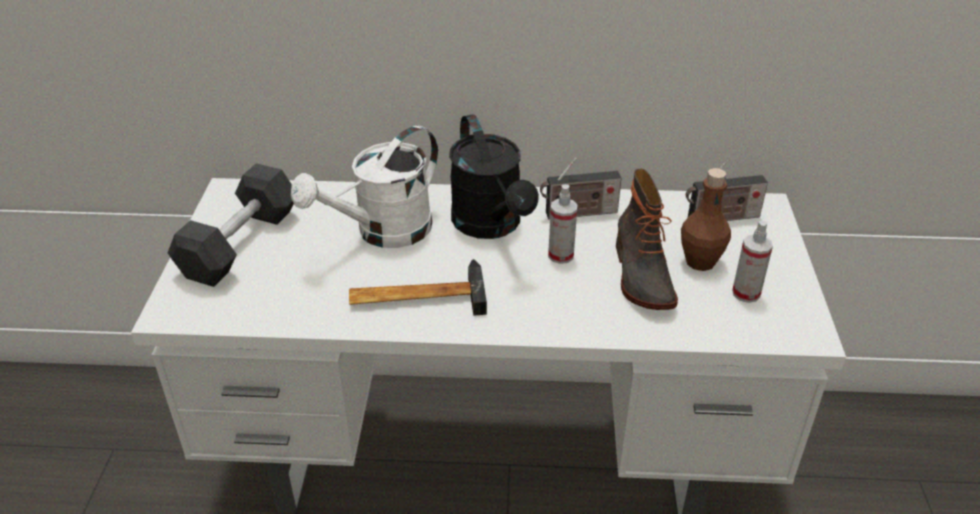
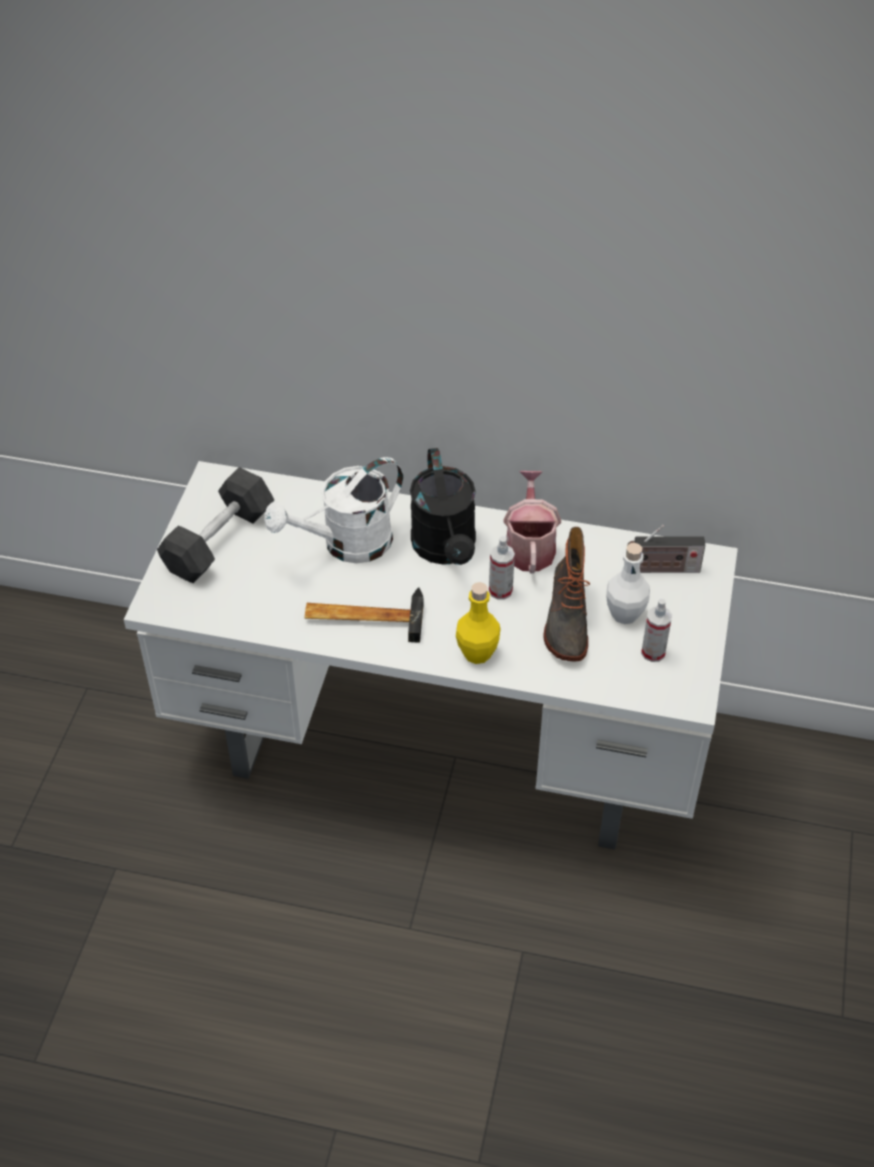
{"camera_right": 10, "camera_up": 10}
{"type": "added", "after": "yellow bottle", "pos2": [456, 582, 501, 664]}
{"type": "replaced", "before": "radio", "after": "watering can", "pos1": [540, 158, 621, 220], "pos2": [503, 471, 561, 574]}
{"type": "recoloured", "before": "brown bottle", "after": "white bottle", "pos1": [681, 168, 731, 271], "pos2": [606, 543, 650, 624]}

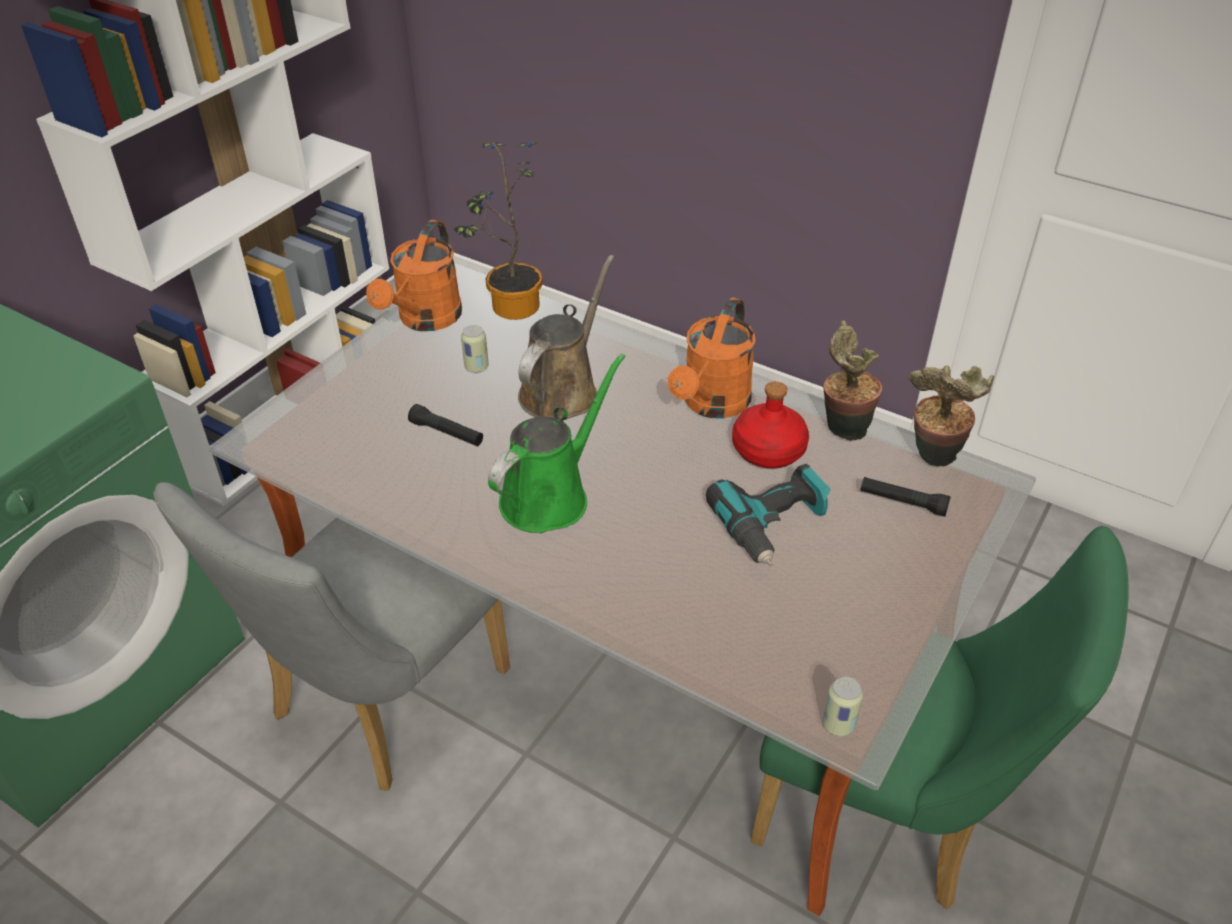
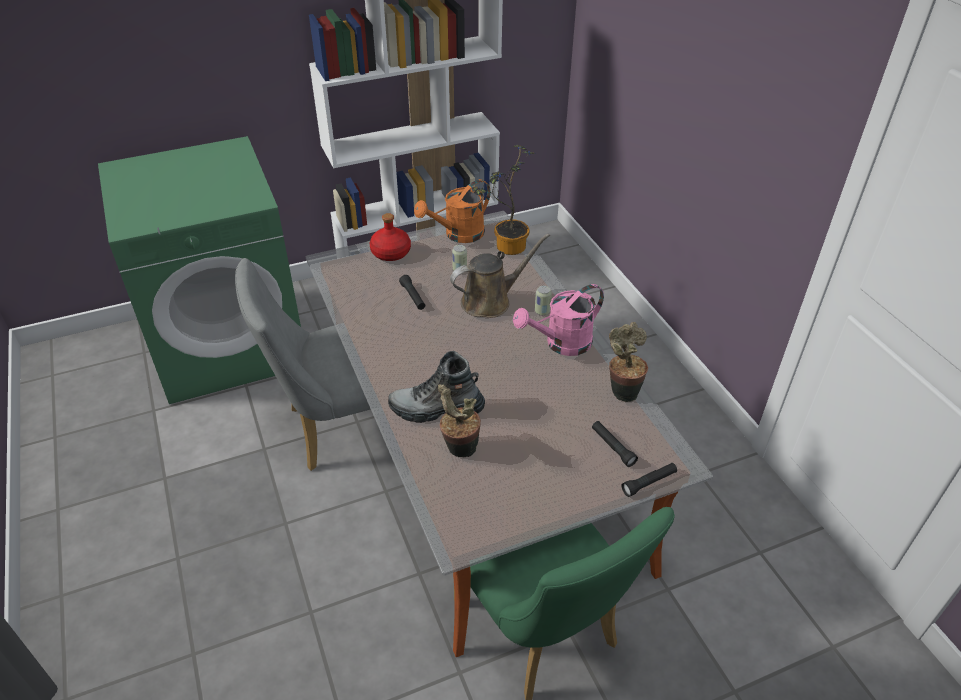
{"camera_right": 35, "camera_up": 0}
{"type": "removed", "before": "green watering can", "pos1": [488, 353, 626, 533]}
{"type": "removed", "before": "power drill", "pos1": [706, 464, 831, 566]}
{"type": "added", "after": "boot", "pos2": [388, 351, 485, 423]}
{"type": "added", "after": "black flashlight", "pos2": [622, 463, 677, 497]}
{"type": "moved", "before": "red bottle", "pos1": [732, 382, 809, 469], "pos2": [370, 213, 411, 261]}
{"type": "moved", "before": "can", "pos1": [823, 677, 863, 736], "pos2": [535, 286, 552, 315]}
{"type": "moved", "before": "potted plant", "pos1": [908, 365, 994, 467], "pos2": [438, 384, 481, 457]}
{"type": "recoloured", "before": "orange watering can", "after": "pink watering can", "pos1": [668, 297, 755, 418], "pos2": [513, 284, 604, 356]}

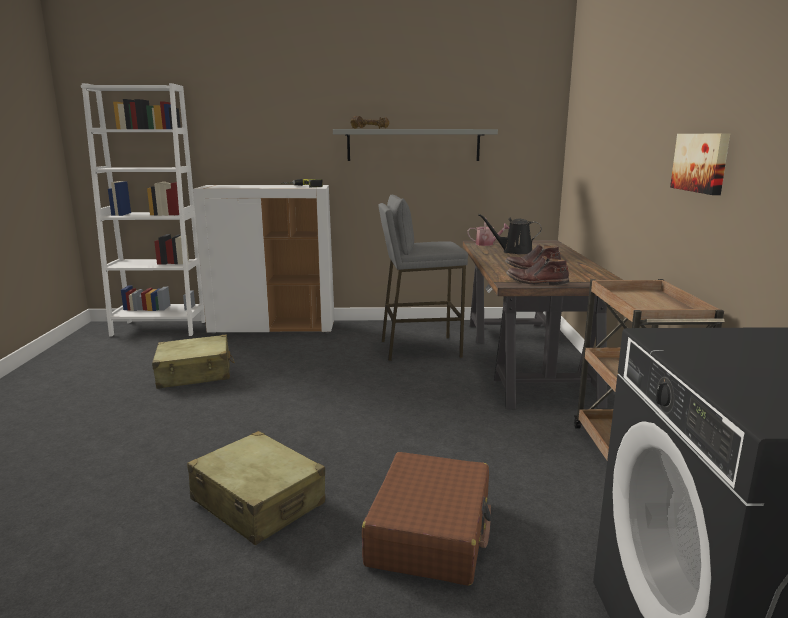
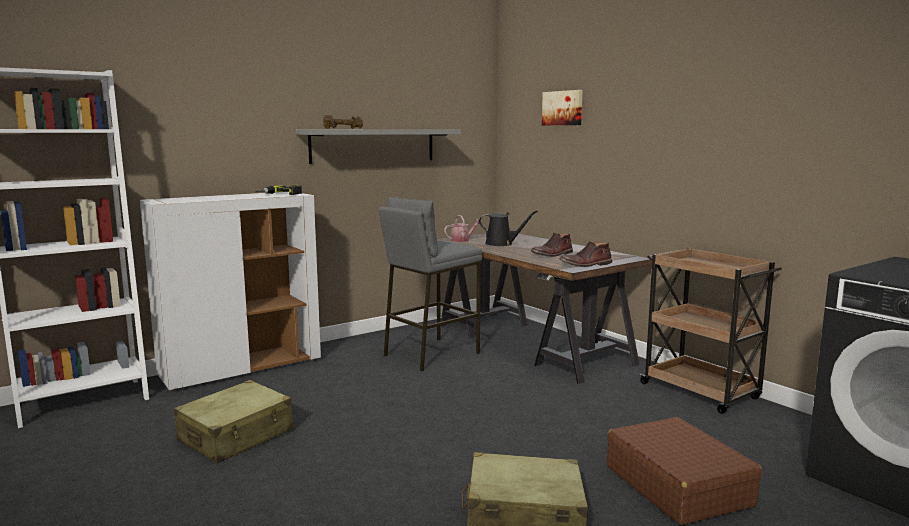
{"camera_right": -35, "camera_up": -5}
{"type": "moved", "before": "picture", "pos1": [670, 133, 730, 195], "pos2": [542, 90, 583, 125]}
{"type": "turned", "before": "black watering can", "pos1": [478, 214, 542, 254], "pos2": [479, 211, 538, 246], "turn": -135}

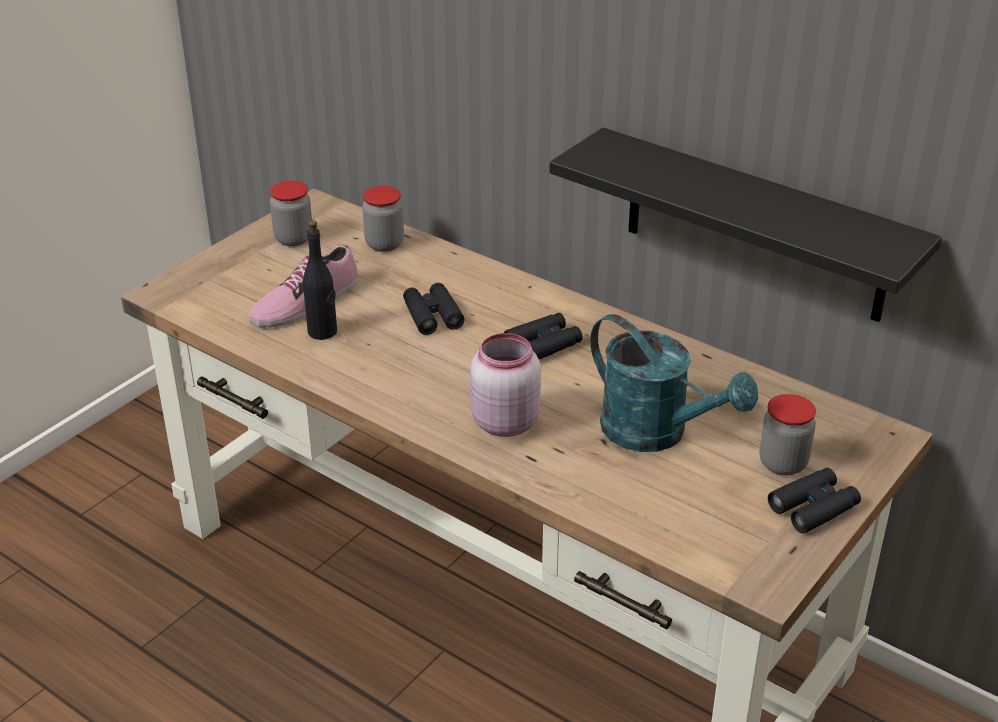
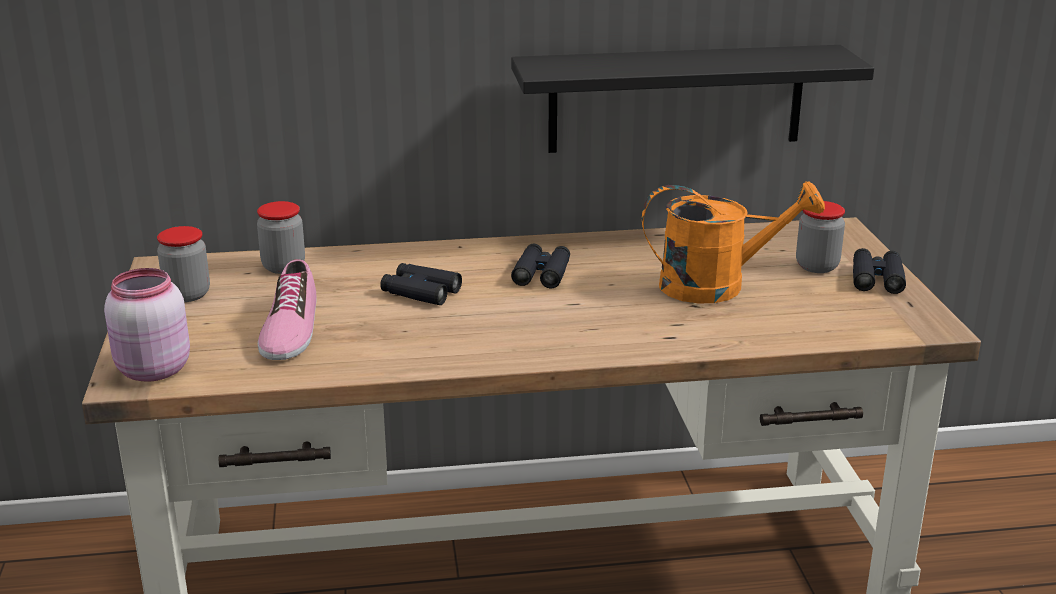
{"camera_right": -45, "camera_up": -10}
{"type": "removed", "before": "black bottle", "pos1": [303, 220, 337, 340]}
{"type": "moved", "before": "pink jar", "pos1": [470, 333, 541, 437], "pos2": [104, 268, 190, 382]}
{"type": "recoloured", "before": "turquoise watering can", "after": "orange watering can", "pos1": [590, 314, 758, 452], "pos2": [642, 181, 825, 303]}

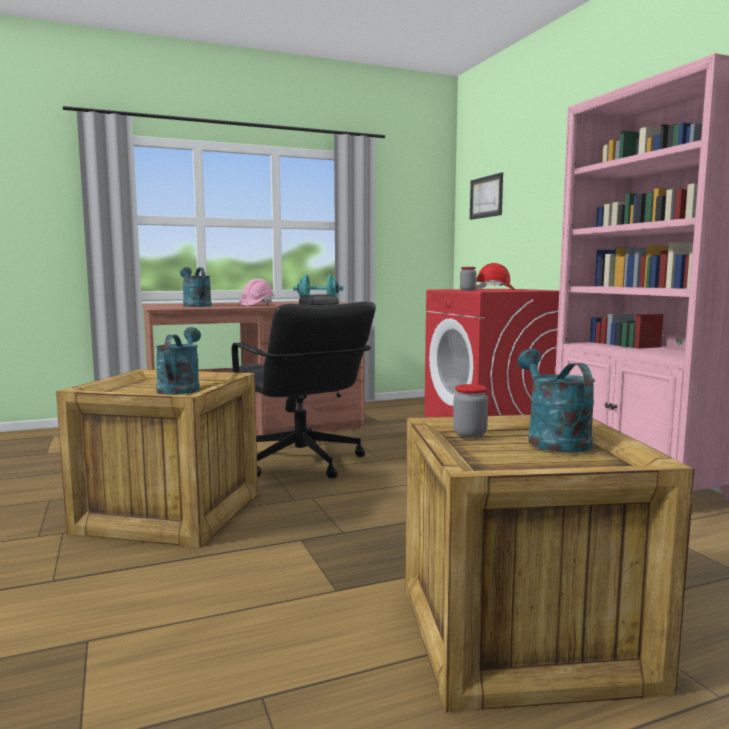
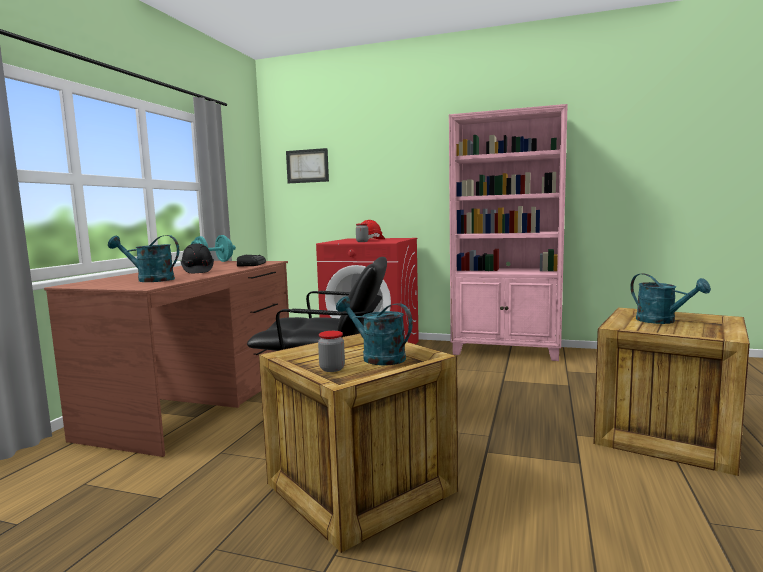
{"camera_right": -50, "camera_up": 0}
{"type": "moved", "before": "jar", "pos1": [453, 384, 488, 438], "pos2": [318, 331, 345, 372]}
{"type": "recoloured", "before": "pink hard hat", "after": "black hard hat", "pos1": [239, 278, 274, 305], "pos2": [180, 243, 214, 273]}
{"type": "turned", "before": "turquoise watering can", "pos1": [517, 349, 595, 453], "pos2": [630, 273, 711, 324], "turn": -150}

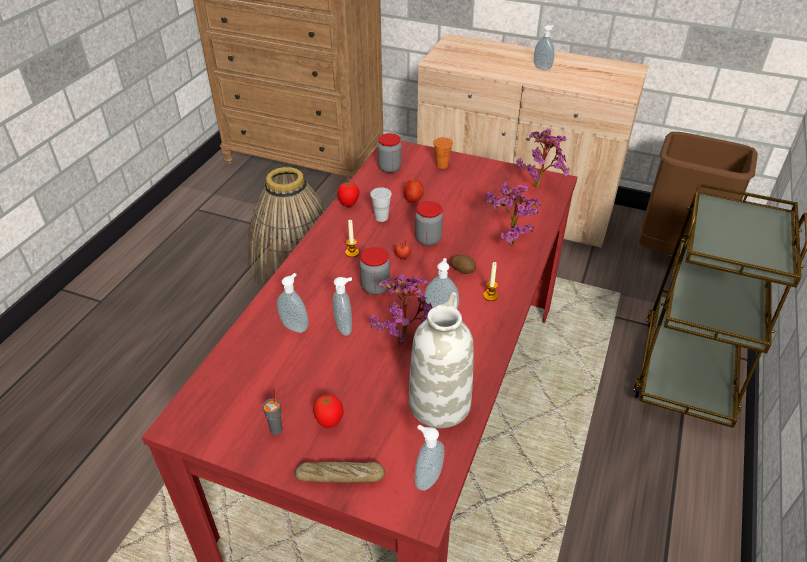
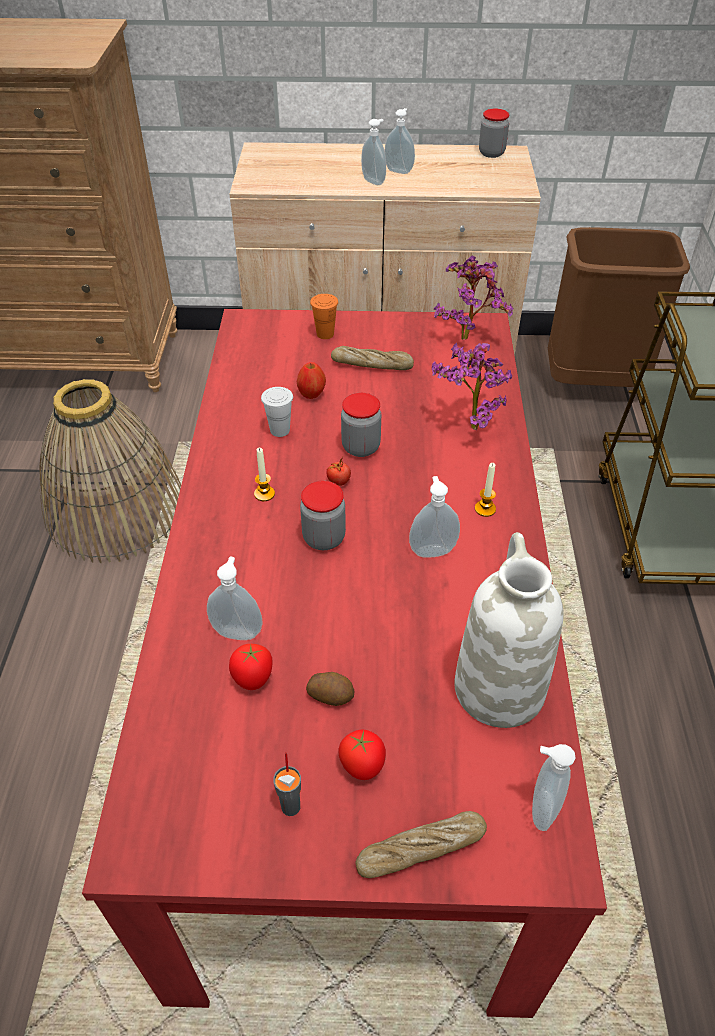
{"camera_right": -20, "camera_up": 5}
{"type": "removed", "before": "potted plant", "pos1": [370, 275, 432, 344]}
{"type": "added", "after": "bread", "pos2": [331, 346, 414, 370]}
{"type": "moved", "before": "soap dispenser", "pos1": [333, 277, 352, 336], "pos2": [361, 119, 386, 185]}
{"type": "moved", "before": "tomato", "pos1": [337, 182, 359, 207], "pos2": [229, 644, 273, 690]}
{"type": "moved", "before": "jar", "pos1": [377, 133, 402, 173], "pos2": [479, 109, 509, 158]}
{"type": "moved", "before": "potato", "pos1": [451, 255, 476, 274], "pos2": [306, 672, 355, 706]}

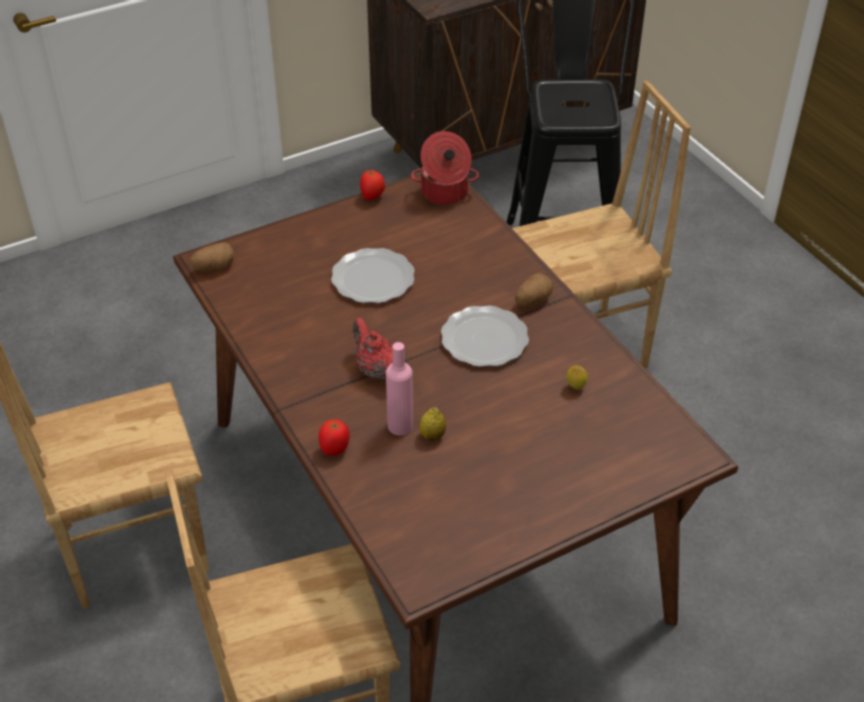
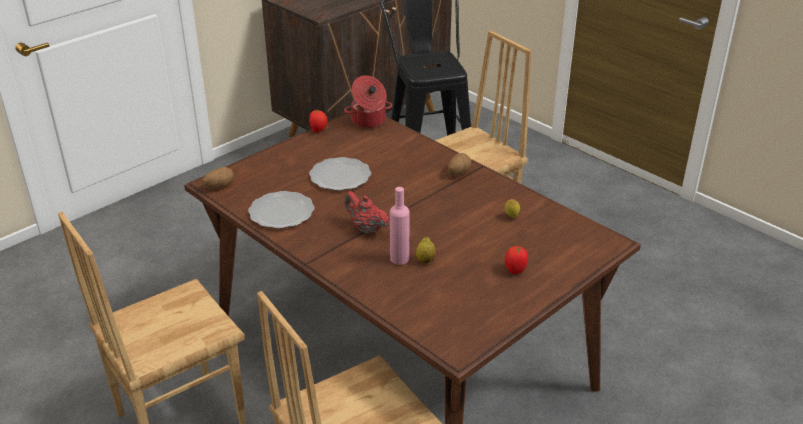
{"camera_right": -15, "camera_up": -10}
{"type": "moved", "before": "tomato", "pos1": [319, 419, 350, 456], "pos2": [505, 246, 528, 274]}
{"type": "moved", "before": "plate", "pos1": [441, 306, 529, 367], "pos2": [248, 191, 315, 229]}

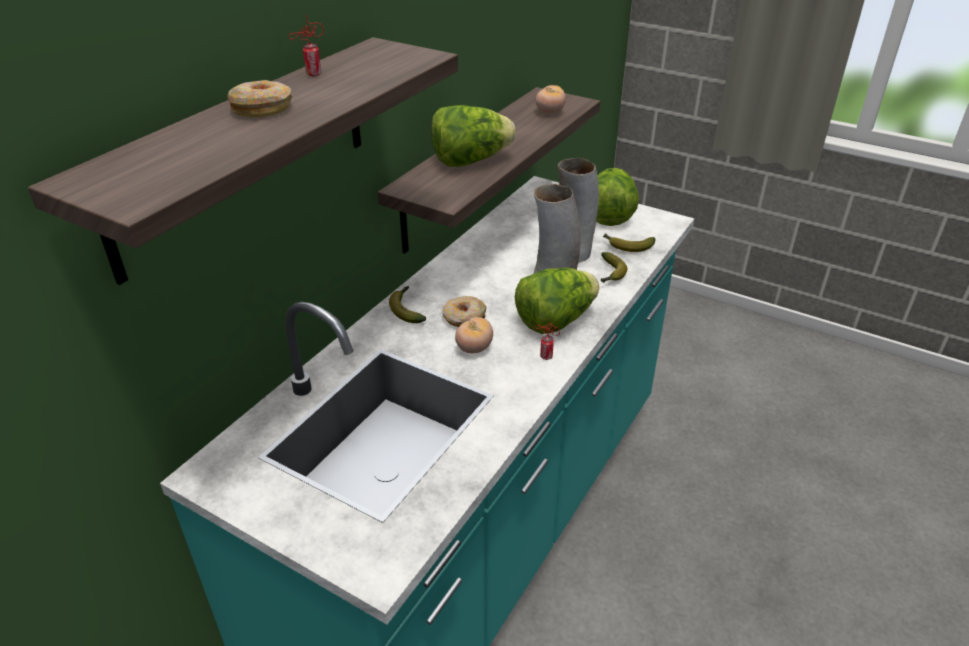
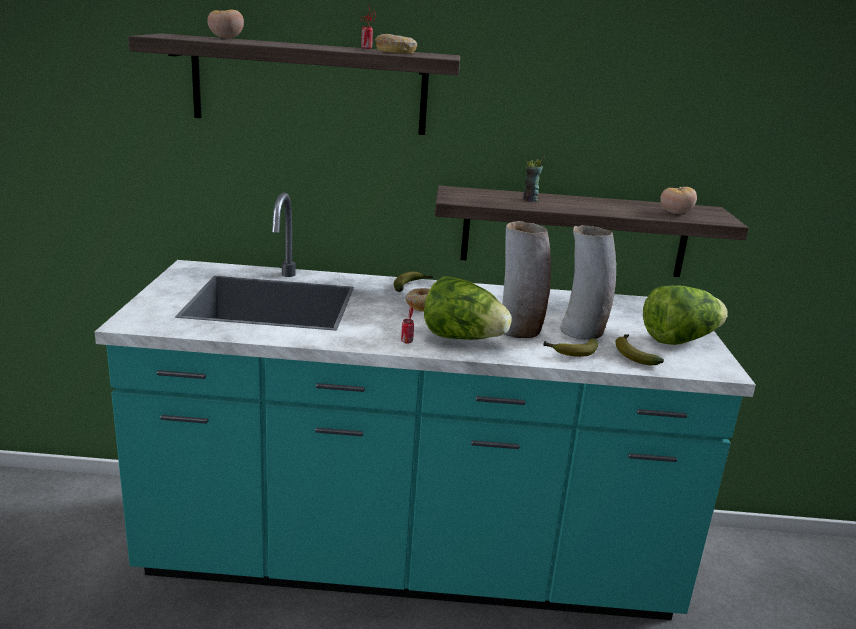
{"camera_right": 60, "camera_up": -15}
{"type": "moved", "before": "donut", "pos1": [227, 80, 292, 117], "pos2": [375, 34, 417, 54]}
{"type": "moved", "before": "tomato", "pos1": [455, 317, 493, 353], "pos2": [207, 10, 244, 39]}
{"type": "replaced", "before": "lettuce", "after": "cup", "pos1": [431, 105, 516, 167], "pos2": [523, 154, 545, 202]}

